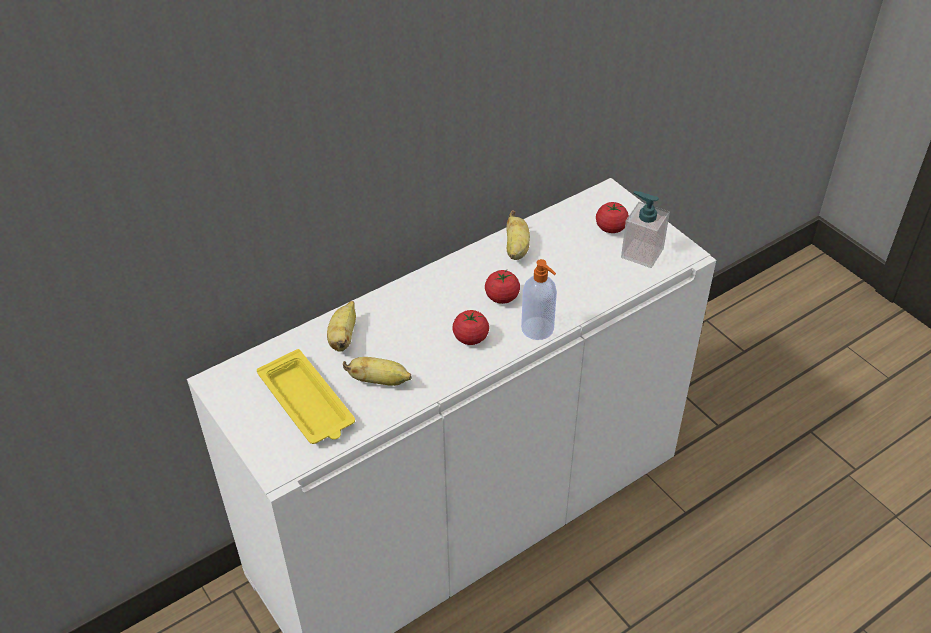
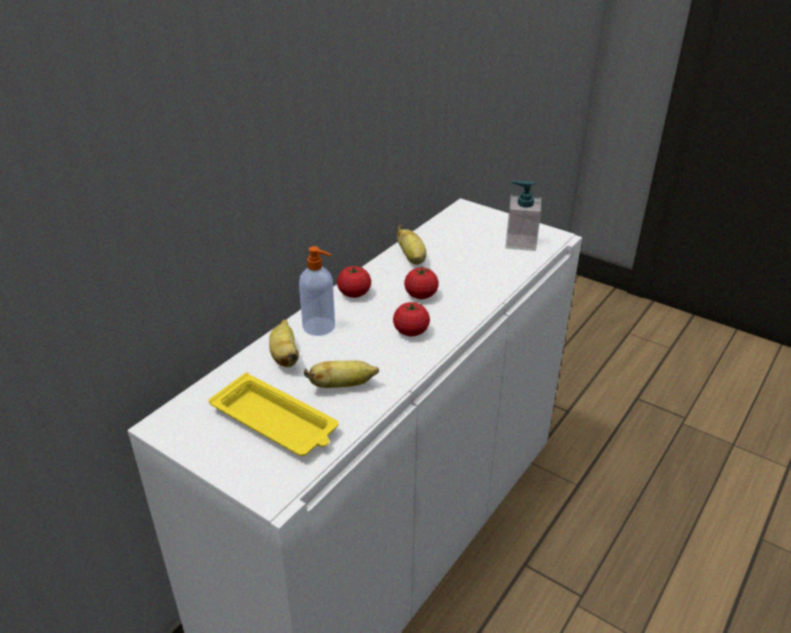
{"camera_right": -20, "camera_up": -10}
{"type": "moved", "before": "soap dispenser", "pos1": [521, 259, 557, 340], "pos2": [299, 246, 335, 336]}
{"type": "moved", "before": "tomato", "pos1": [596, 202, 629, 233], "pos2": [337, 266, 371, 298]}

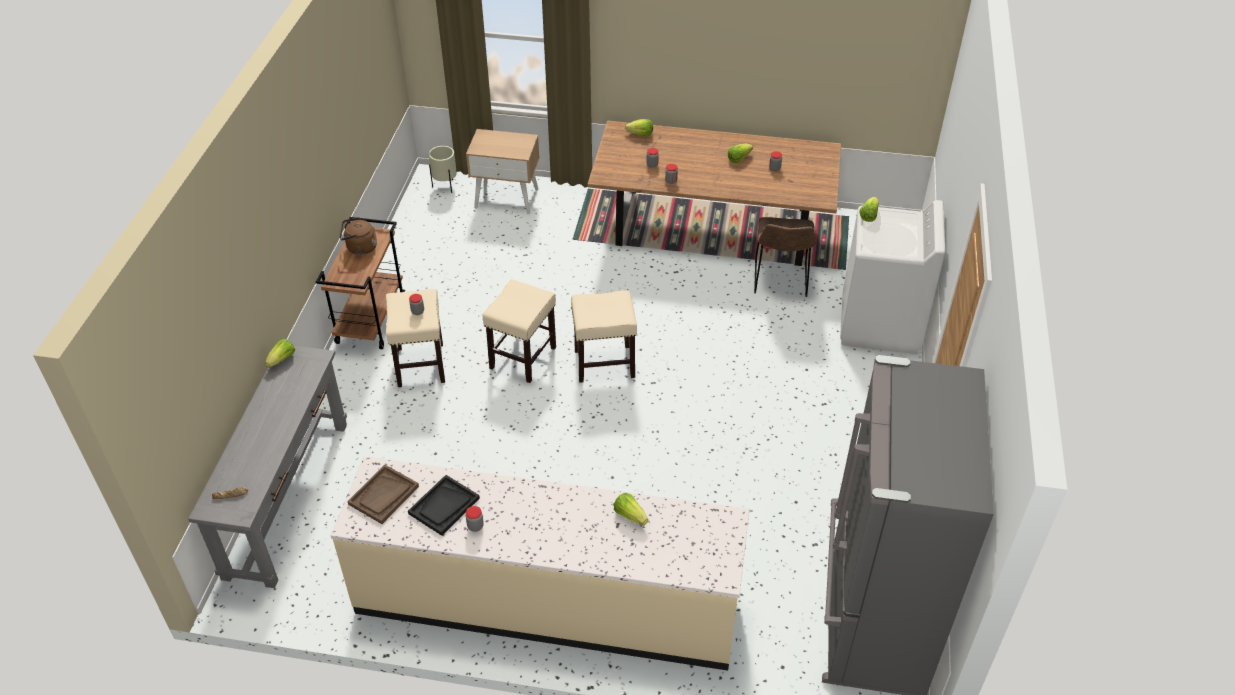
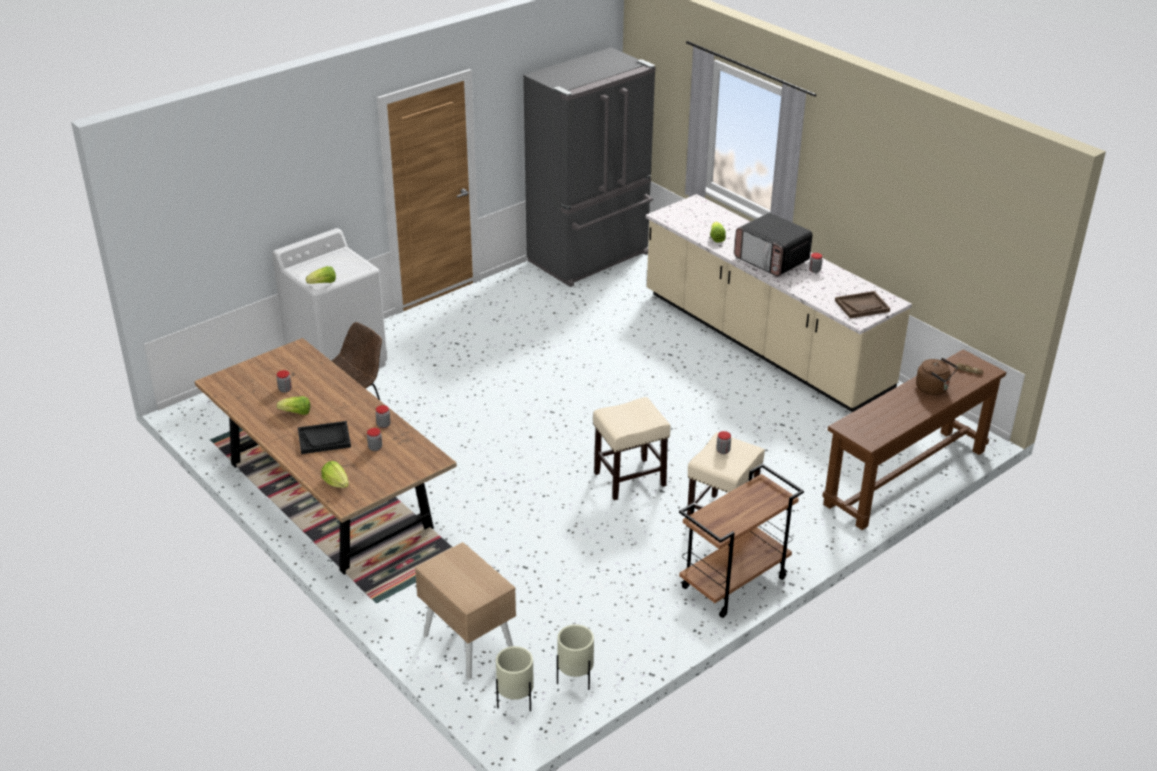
{"camera_right": -140, "camera_up": -10}
{"type": "removed", "before": "lettuce", "pos1": [265, 339, 295, 368]}
{"type": "removed", "before": "beige stool", "pos1": [571, 290, 637, 383]}
{"type": "added", "after": "beige planter", "pos2": [557, 624, 594, 690]}
{"type": "added", "after": "microwave", "pos2": [734, 213, 813, 276]}
{"type": "moved", "before": "brown kettle", "pos1": [340, 217, 377, 255], "pos2": [916, 358, 958, 395]}
{"type": "moved", "before": "black tray", "pos1": [408, 475, 480, 536], "pos2": [298, 421, 351, 454]}
{"type": "recoloured", "before": "grey console table", "after": "brown console table", "pos1": [188, 346, 347, 588], "pos2": [822, 349, 1006, 530]}

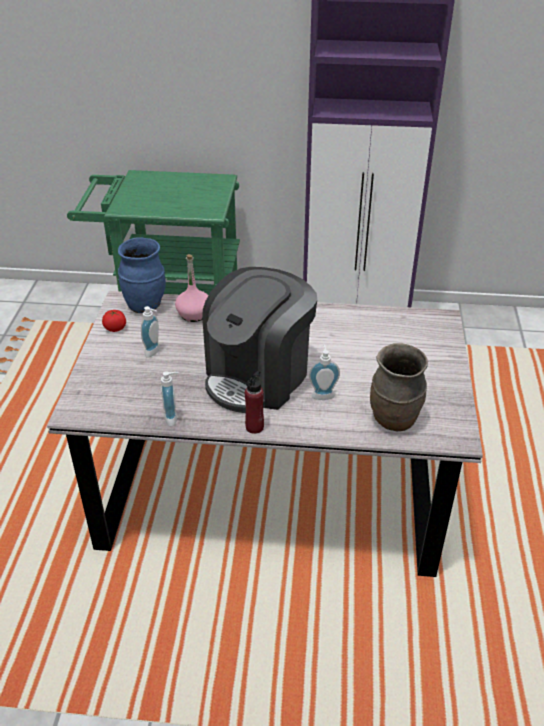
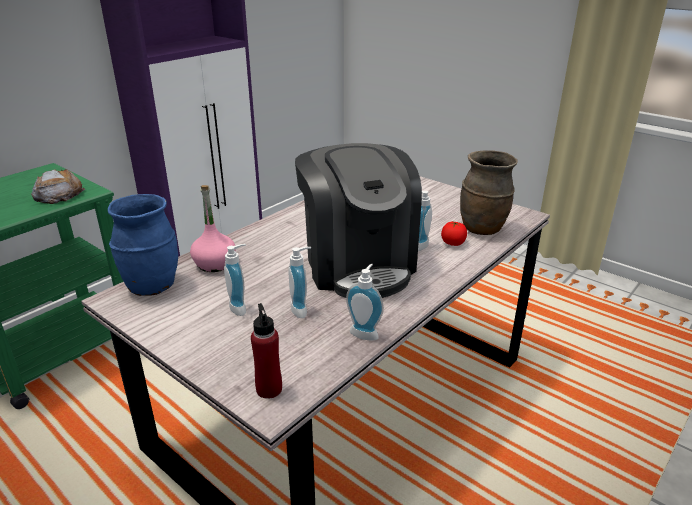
{"camera_right": -55, "camera_up": -10}
{"type": "added", "after": "bread", "pos2": [31, 169, 85, 204]}
{"type": "added", "after": "soap dispenser", "pos2": [288, 247, 311, 318]}
{"type": "moved", "before": "tomato", "pos1": [102, 310, 126, 332], "pos2": [441, 221, 467, 246]}
{"type": "moved", "before": "red bottle", "pos1": [245, 371, 264, 434], "pos2": [251, 303, 282, 399]}

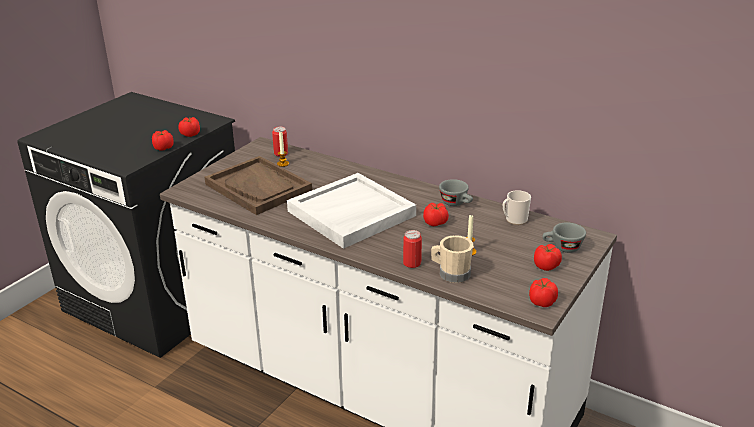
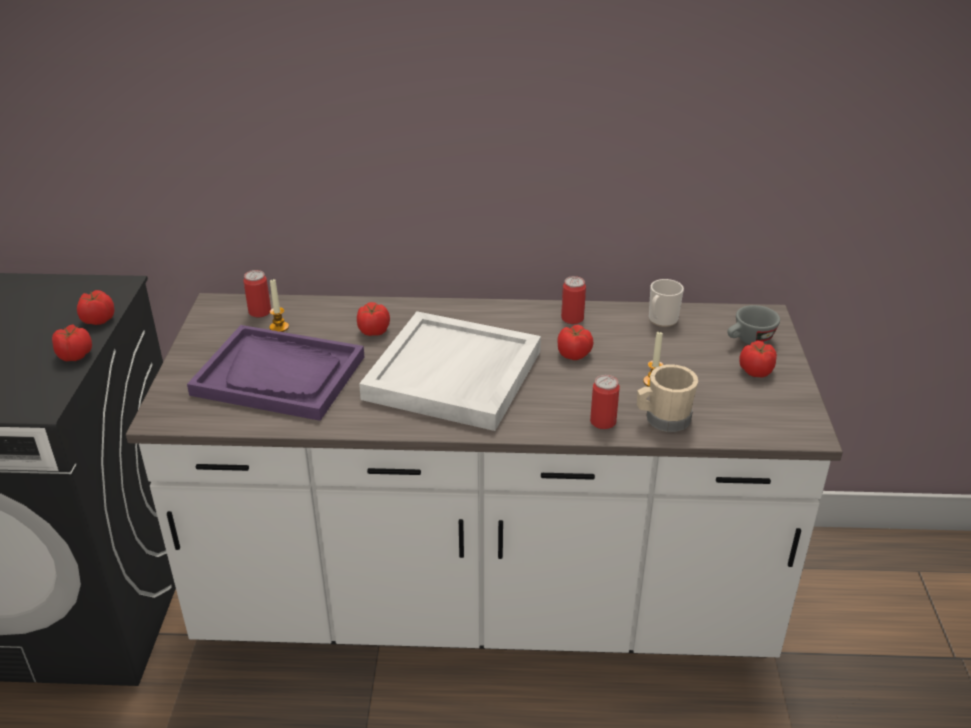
{"camera_right": -30, "camera_up": 5}
{"type": "moved", "before": "tomato", "pos1": [529, 278, 558, 307], "pos2": [357, 302, 390, 336]}
{"type": "replaced", "before": "grey cup", "after": "can", "pos1": [439, 179, 473, 206], "pos2": [561, 276, 586, 324]}
{"type": "recoloured", "before": "brown tray", "after": "purple tray", "pos1": [205, 156, 312, 215], "pos2": [187, 325, 364, 421]}

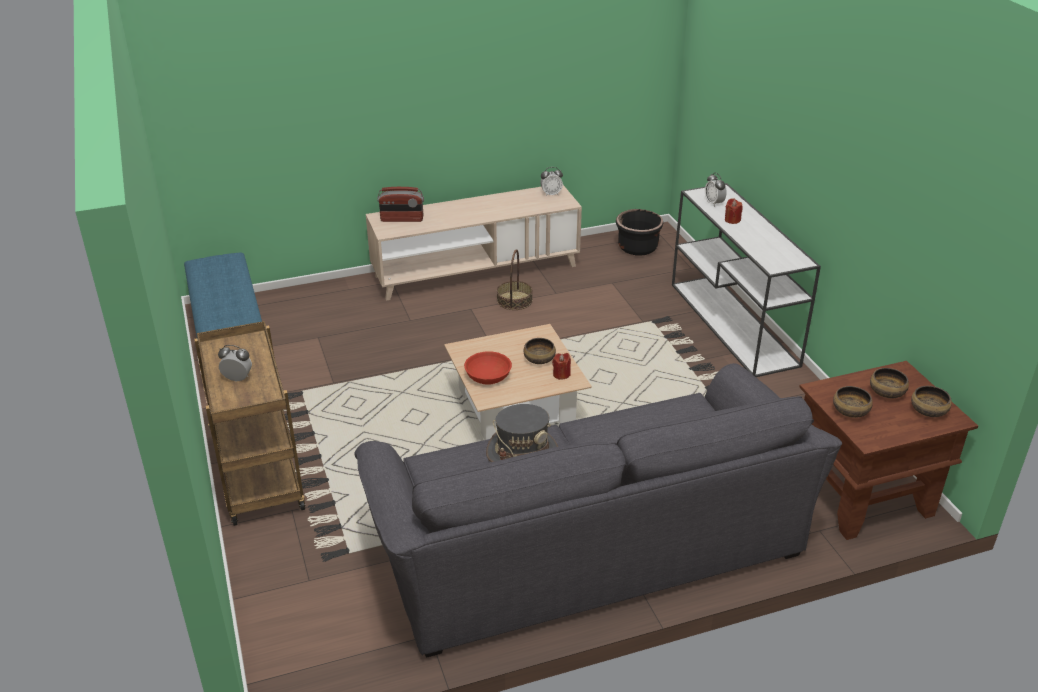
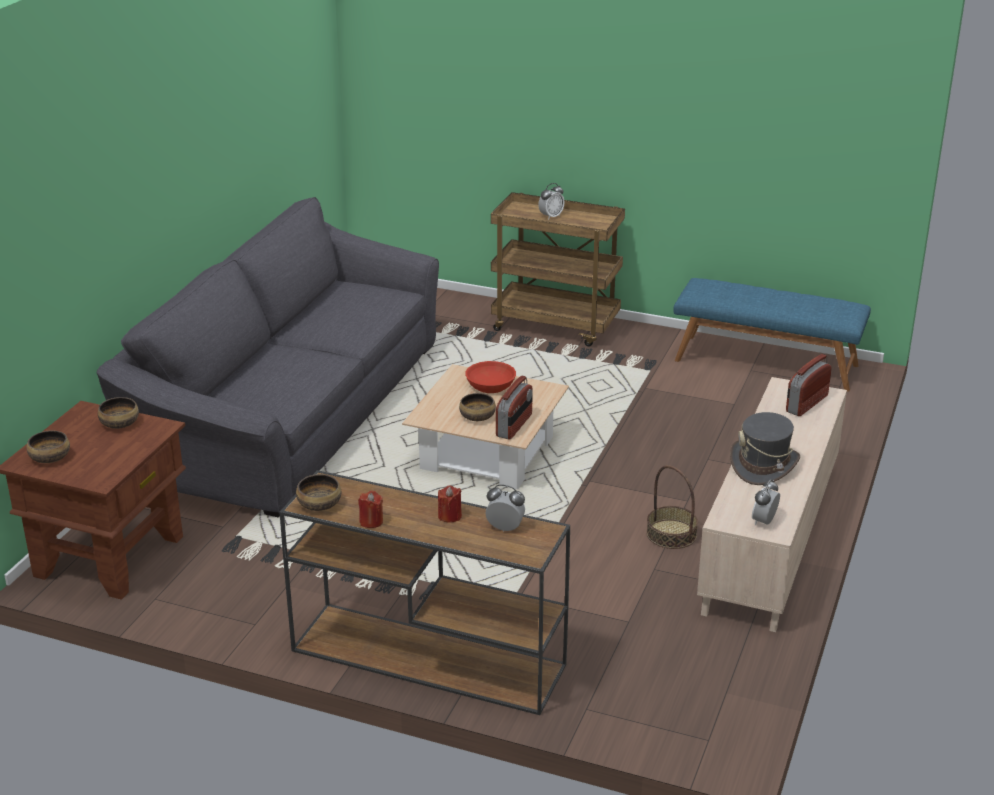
{"camera_right": 130, "camera_up": -5}
{"type": "removed", "before": "black planter", "pos1": [616, 209, 663, 256]}
{"type": "added", "after": "radio", "pos2": [496, 376, 533, 440]}
{"type": "moved", "before": "grey hat", "pos1": [486, 404, 558, 462], "pos2": [730, 412, 800, 485]}
{"type": "moved", "before": "red candle", "pos1": [552, 353, 571, 380], "pos2": [358, 491, 383, 528]}
{"type": "moved", "before": "bowl", "pos1": [870, 368, 909, 398], "pos2": [296, 474, 341, 511]}
{"type": "recoloured", "before": "white console table", "after": "brown console table", "pos1": [672, 183, 821, 377], "pos2": [280, 470, 570, 715]}

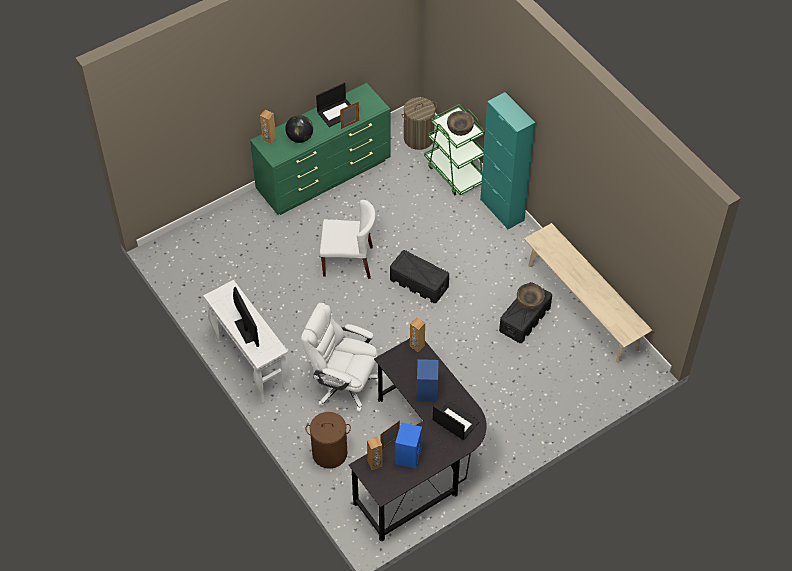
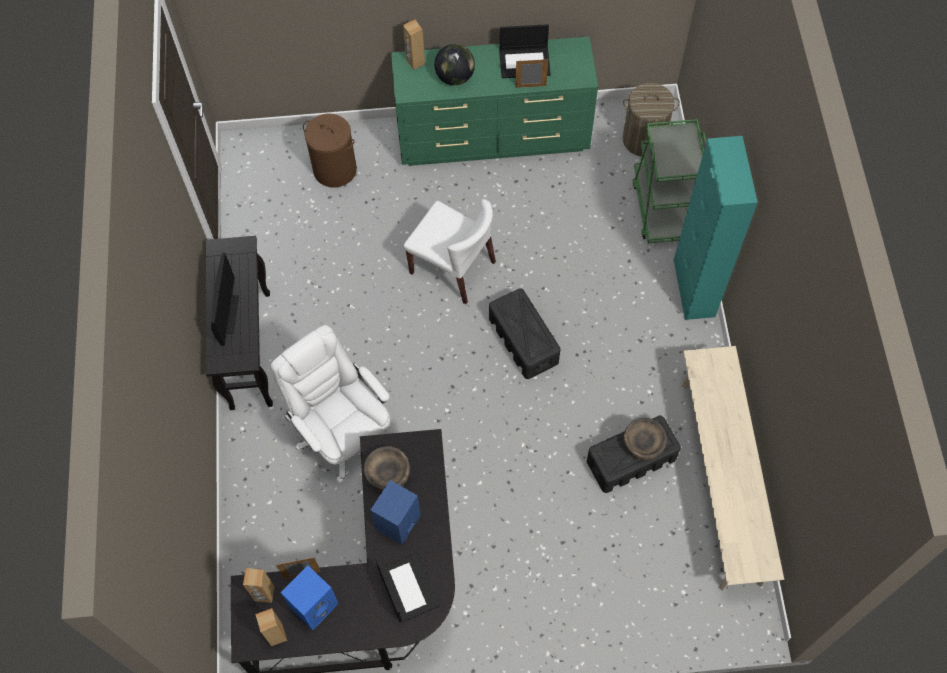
{"camera_right": 30, "camera_up": 10}
{"type": "moved", "before": "brown laundry basket", "pos1": [306, 412, 351, 469], "pos2": [303, 113, 357, 187]}
{"type": "moved", "before": "brown speaker", "pos1": [410, 317, 425, 352], "pos2": [255, 608, 287, 646]}
{"type": "moved", "before": "brown bowl", "pos1": [447, 111, 474, 136], "pos2": [364, 446, 410, 492]}
{"type": "recoloured", "before": "white console table", "after": "black console table", "pos1": [203, 280, 288, 404], "pos2": [206, 236, 273, 410]}

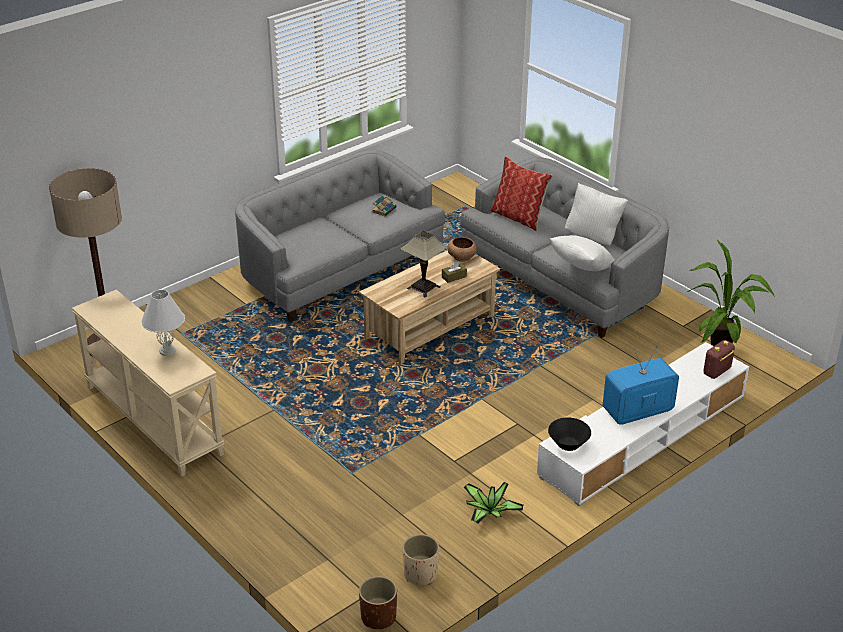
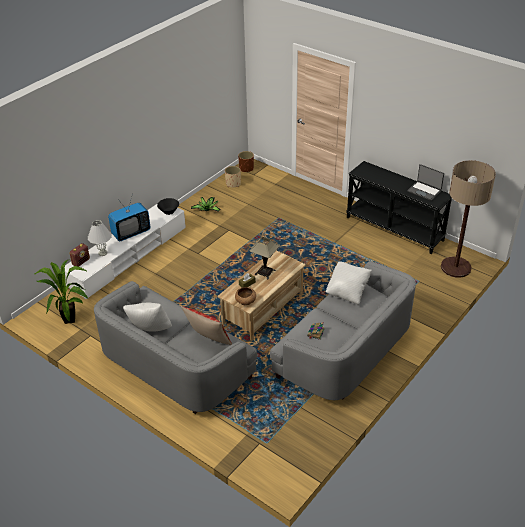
{"camera_right": 170, "camera_up": 5}
{"type": "added", "after": "laptop", "pos2": [407, 164, 444, 201]}
{"type": "moved", "before": "white table lamp", "pos1": [141, 290, 185, 356], "pos2": [88, 220, 112, 256]}
{"type": "moved", "before": "white pillow", "pos1": [550, 235, 615, 271], "pos2": [326, 261, 372, 305]}
{"type": "recoloured", "before": "beige console table", "after": "black console table", "pos1": [72, 289, 224, 476], "pos2": [346, 161, 452, 254]}

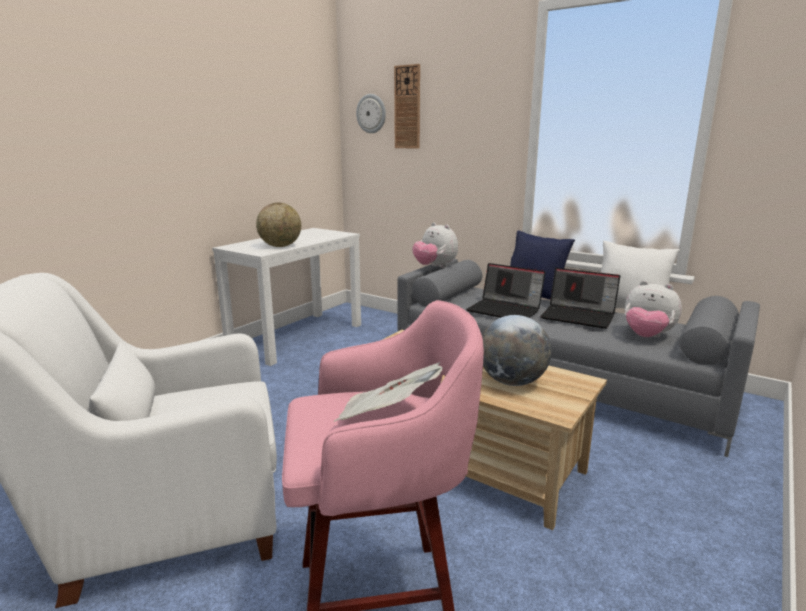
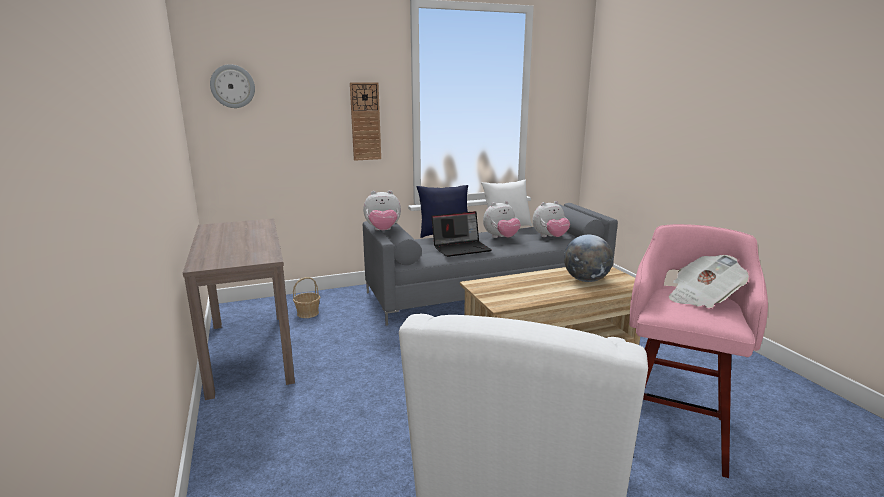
{"camera_right": -55, "camera_up": 0}
{"type": "removed", "before": "globe", "pos1": [256, 203, 301, 247]}
{"type": "added", "after": "basket", "pos2": [293, 277, 320, 318]}
{"type": "moved", "before": "wall clock", "pos1": [394, 64, 420, 149], "pos2": [350, 82, 381, 161]}
{"type": "replaced", "before": "laptop", "after": "plush toy", "pos1": [540, 268, 620, 329], "pos2": [483, 201, 521, 238]}
{"type": "recoloured", "before": "white console table", "after": "brown console table", "pos1": [212, 228, 361, 366], "pos2": [183, 218, 295, 400]}

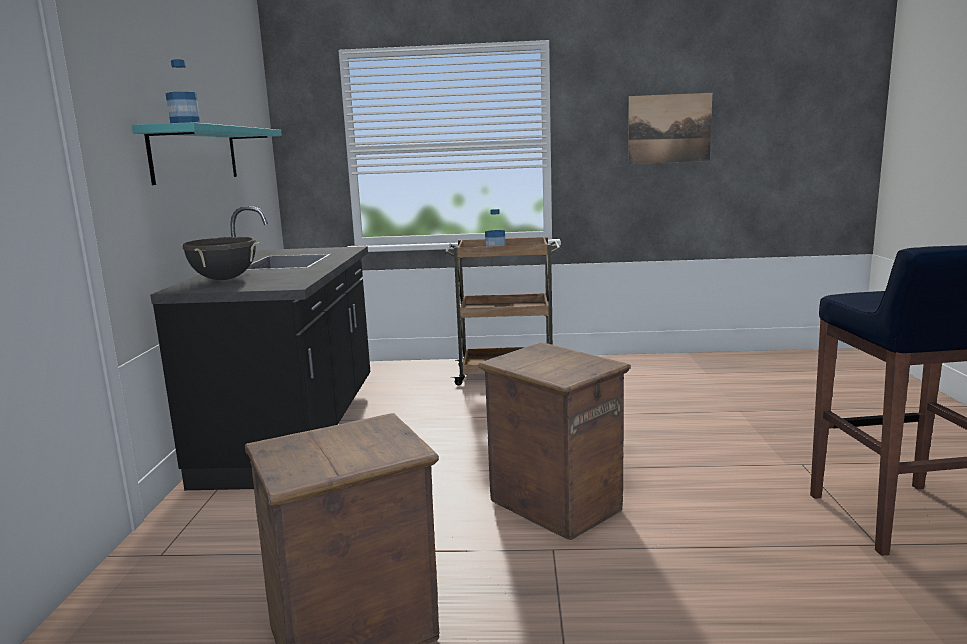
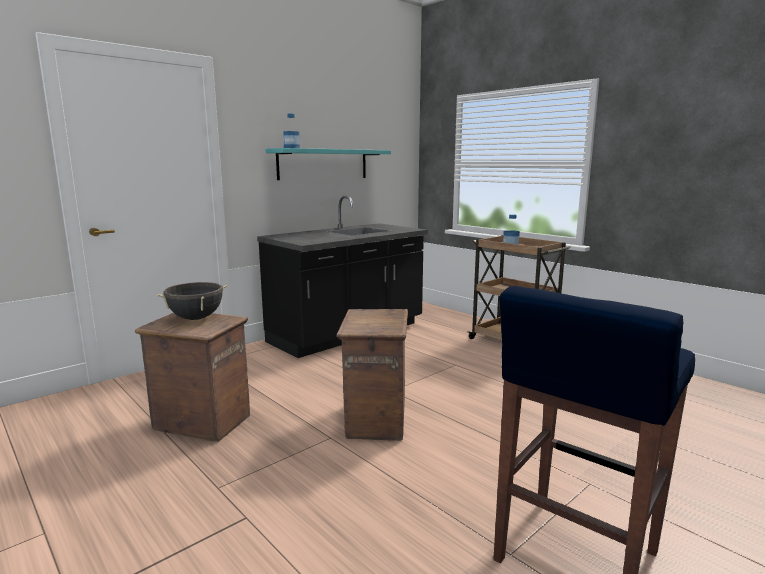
{"camera_right": 45, "camera_up": 0}
{"type": "removed", "before": "picture", "pos1": [628, 93, 712, 164]}
{"type": "moved", "before": "black cooking pot", "pos1": [180, 237, 260, 280], "pos2": [157, 282, 228, 320]}

